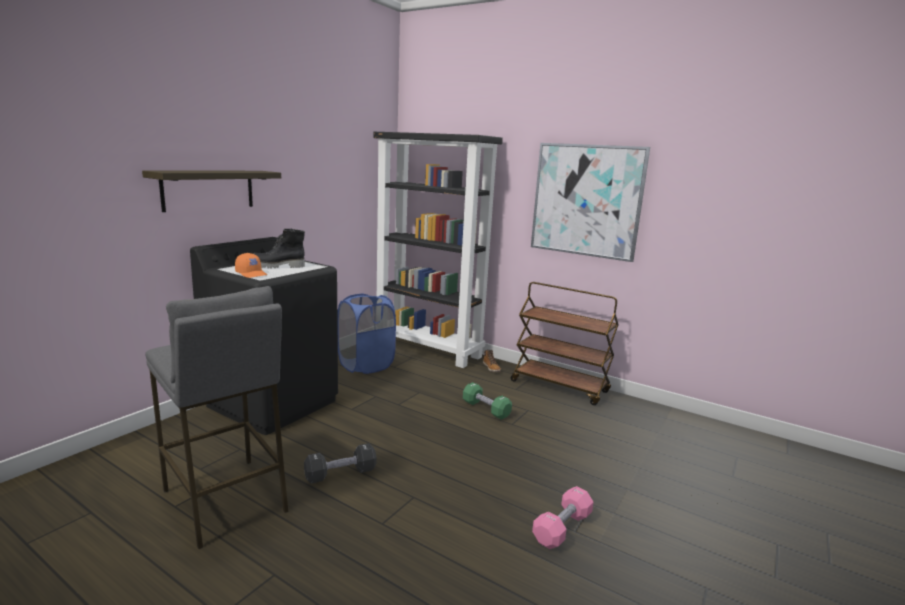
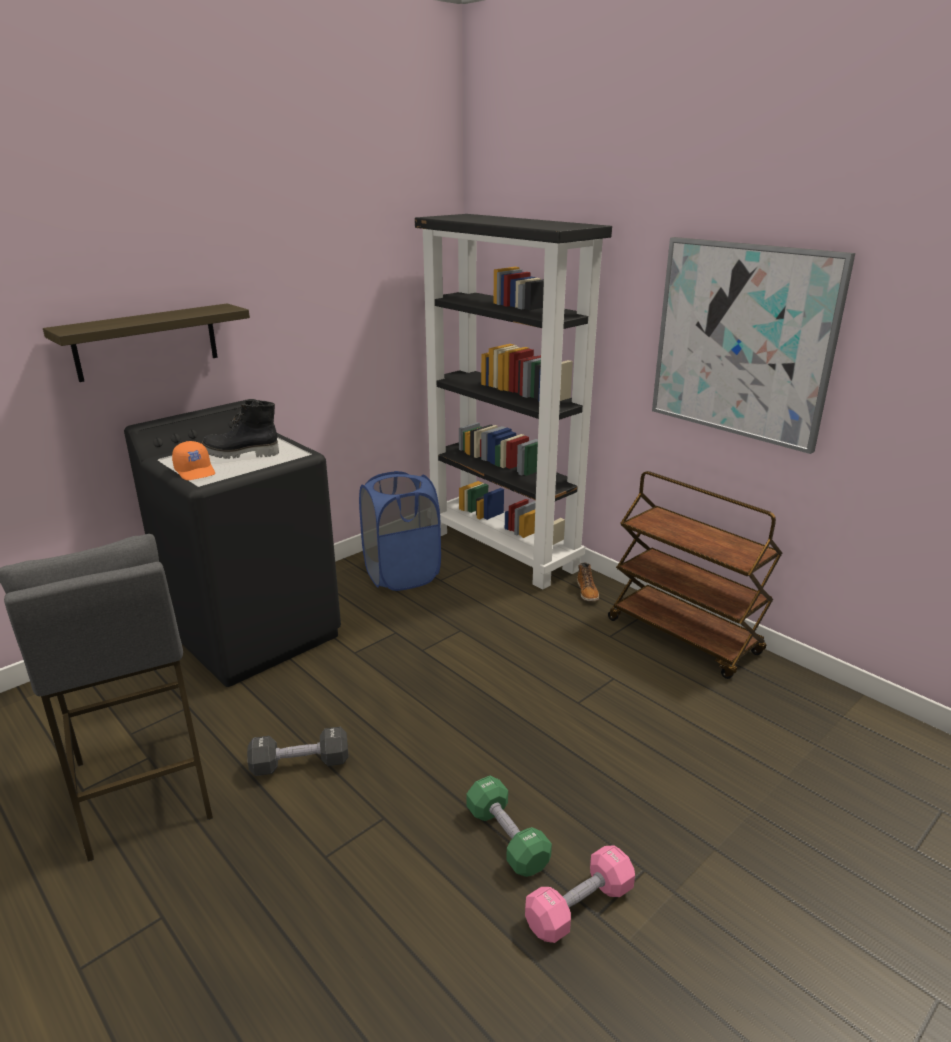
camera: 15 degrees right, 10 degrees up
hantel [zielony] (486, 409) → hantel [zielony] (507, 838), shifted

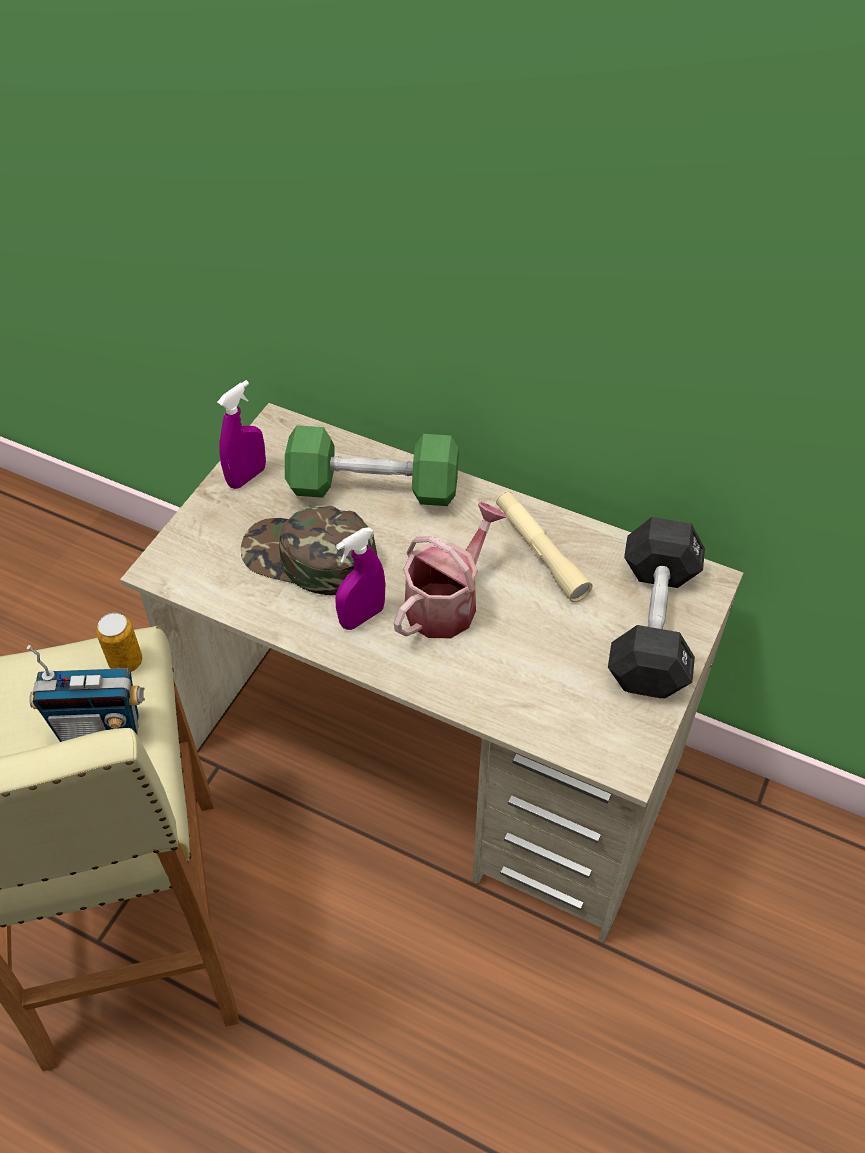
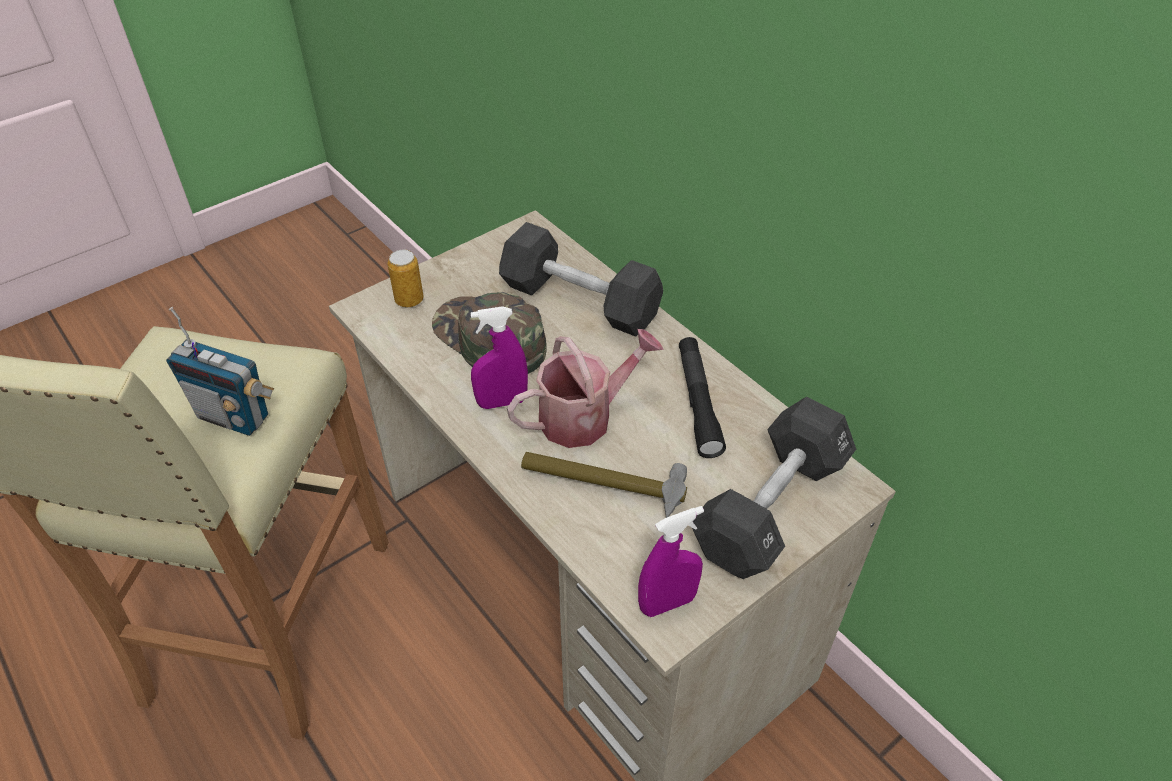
camera: 25 degrees right, 5 degrees down
puszka (126, 662) → puszka (409, 300), shifted
hantel [zielony] (373, 487) → hantel [czarny] (580, 301)
- → młotek (603, 485)
spryskiwacz [fioletowy] (247, 477) → spryskiwacz [fioletowy] (667, 603), shifted
latarka [beżowy] (540, 552) → latarka [czarny] (698, 403)

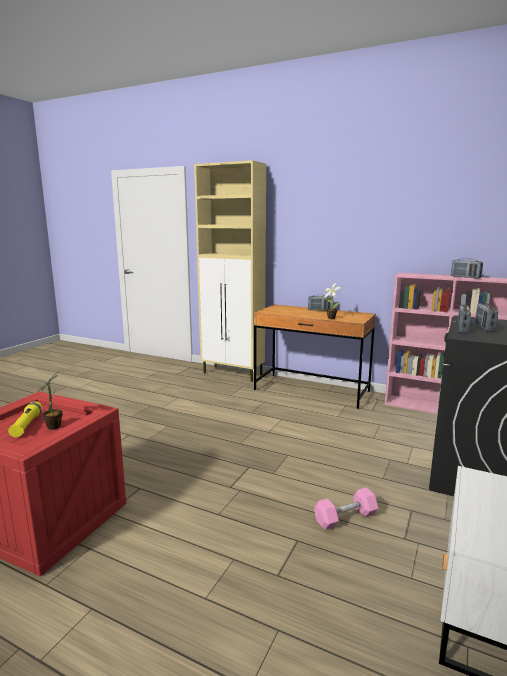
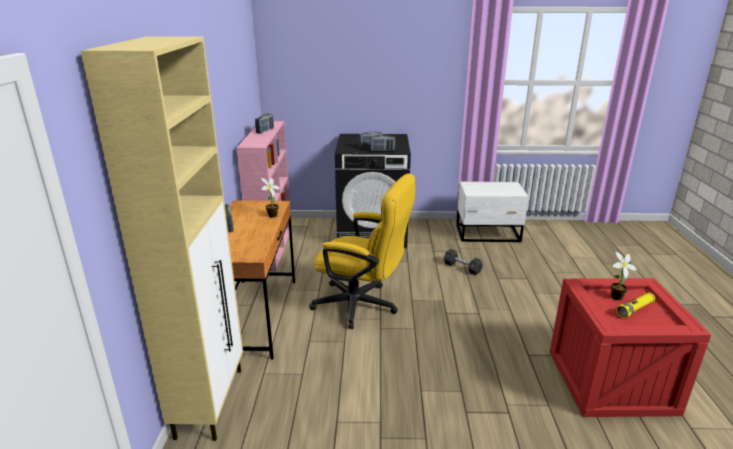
camera: 115 degrees left, 10 degrees up
- → krzesło biurowe [żółty] (362, 306)
hantel [różowy] (345, 518) → hantel [czarny] (462, 268)

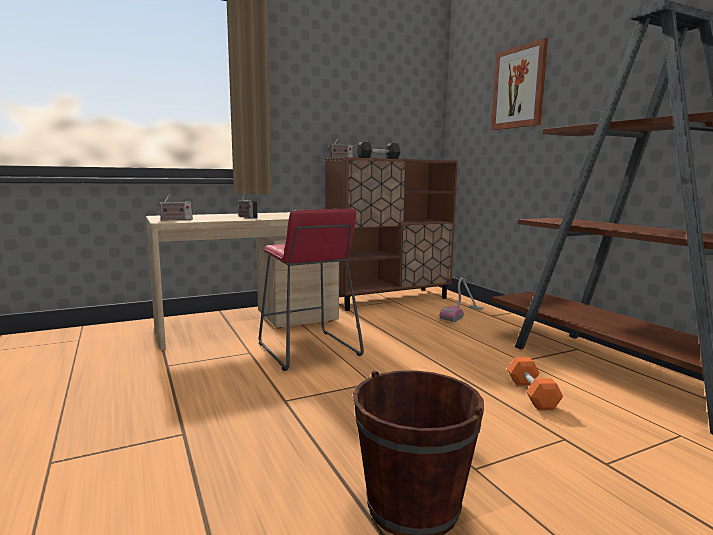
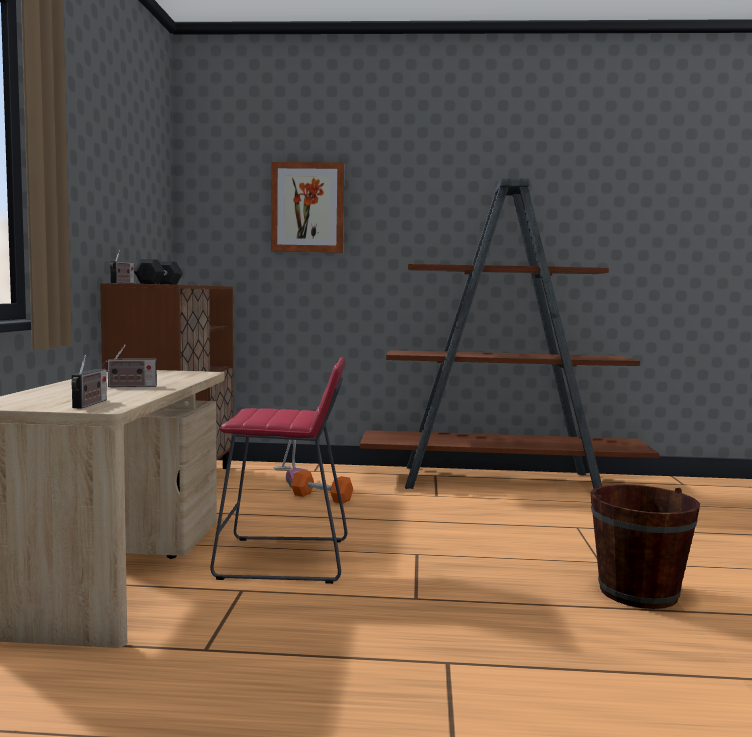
camera: 60 degrees left, 5 degrees down
hantel [pomarańczowy] (532, 394) → hantel [pomarańczowy] (321, 497), shifted

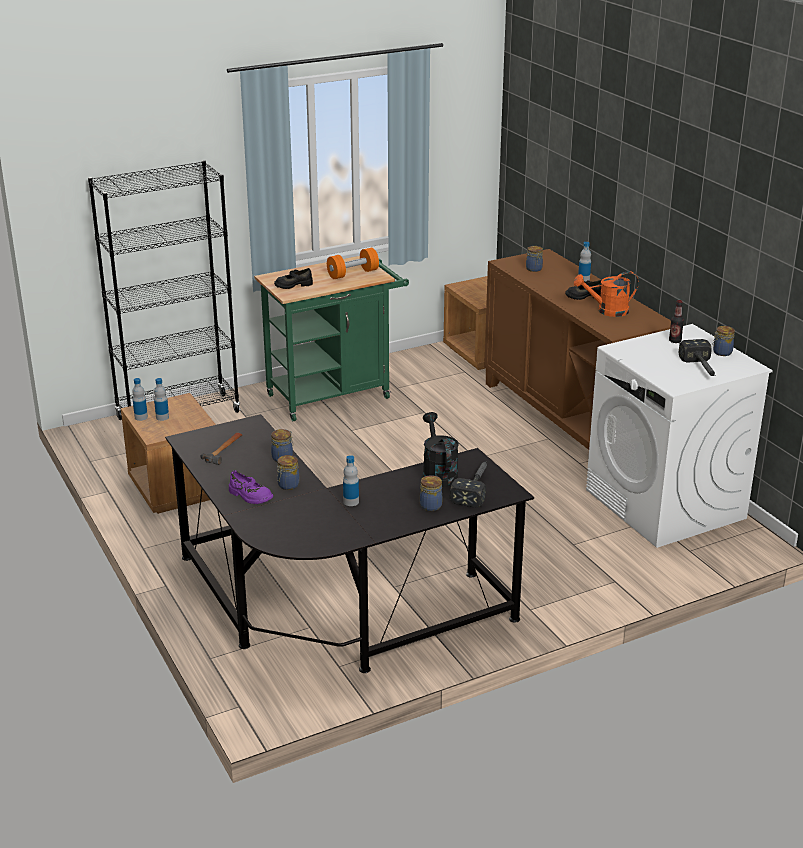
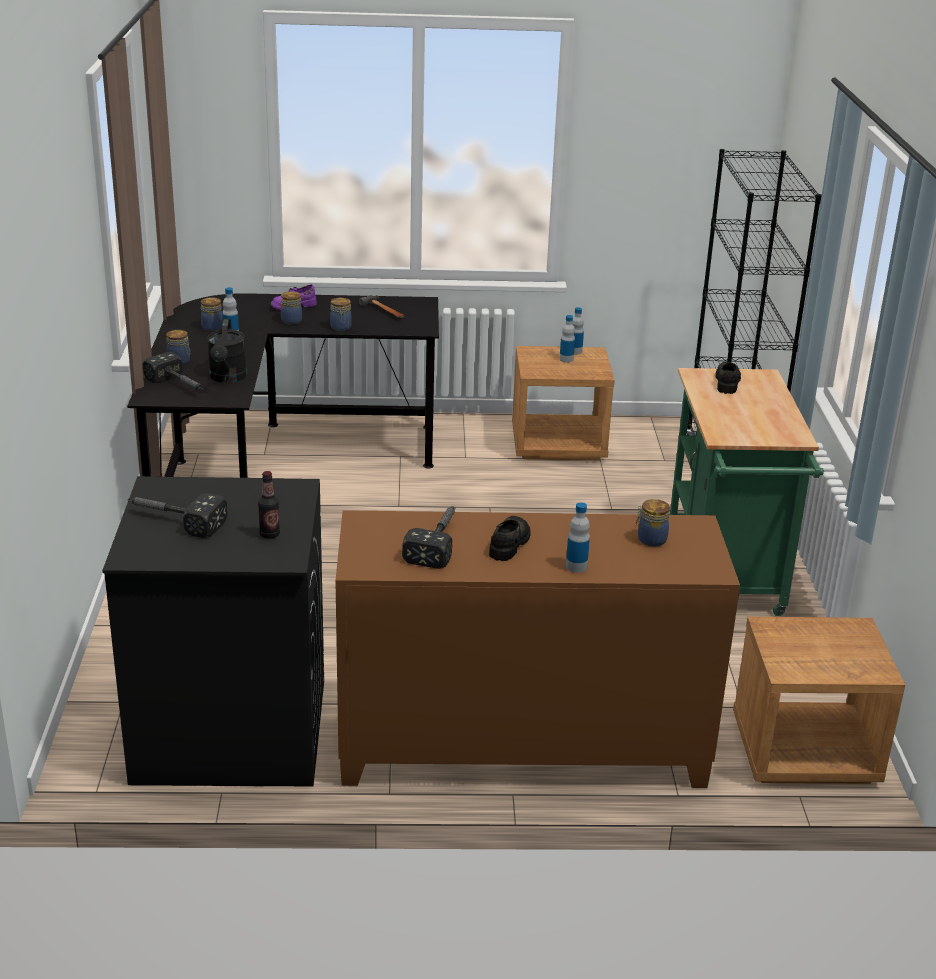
camera: 115 degrees right, 0 degrees up
pralka [biały] (665, 504) → pralka [czarny] (229, 730)
słoik (721, 352) → słoik (212, 327), shifted
konewka [czarny] (438, 473) → konewka [czarny] (227, 378), 75 degrees clockwise
konewka [pomarańczowy] (607, 311) → młotek (438, 541)
hantel [pomarańczowy] (353, 274) → -

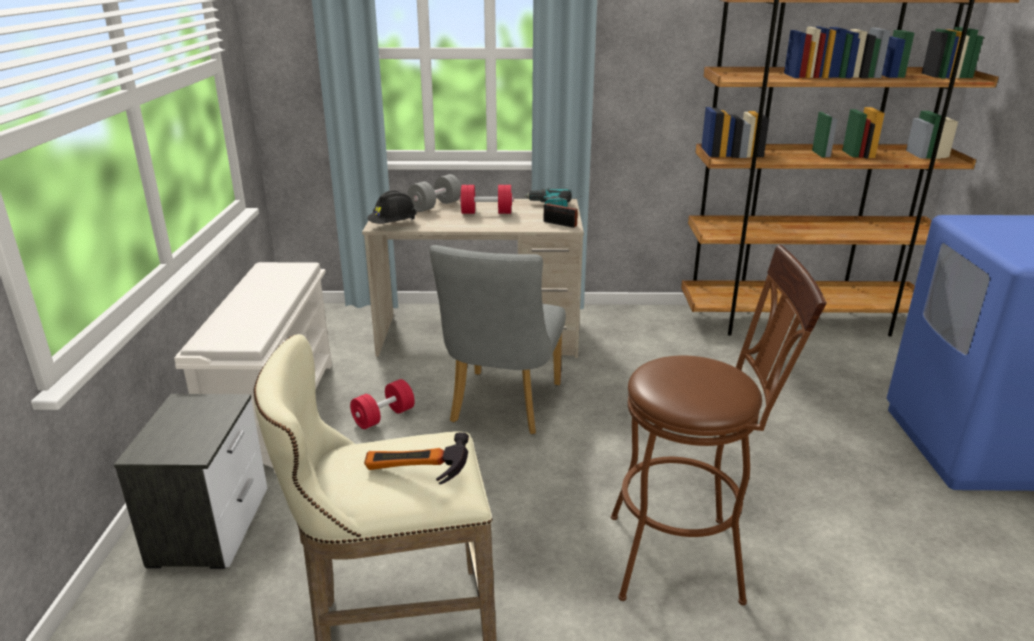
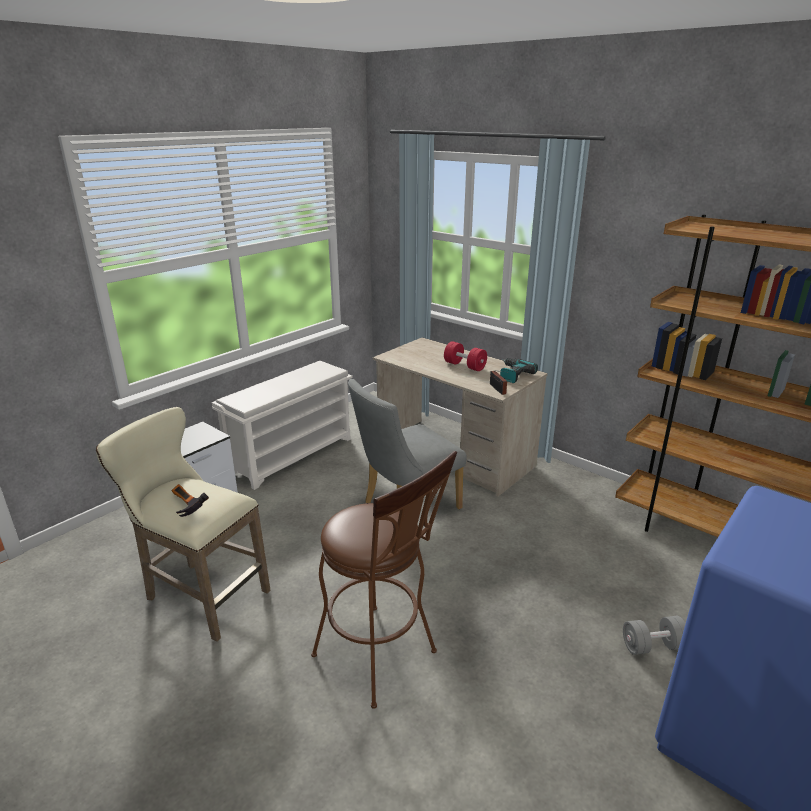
camera: 40 degrees right, 0 degrees up
hantel [szary] (435, 206) → hantel [szary] (652, 646), shifted
hantel [czerwony] (384, 417) → -
kask [czarny] (393, 225) → -

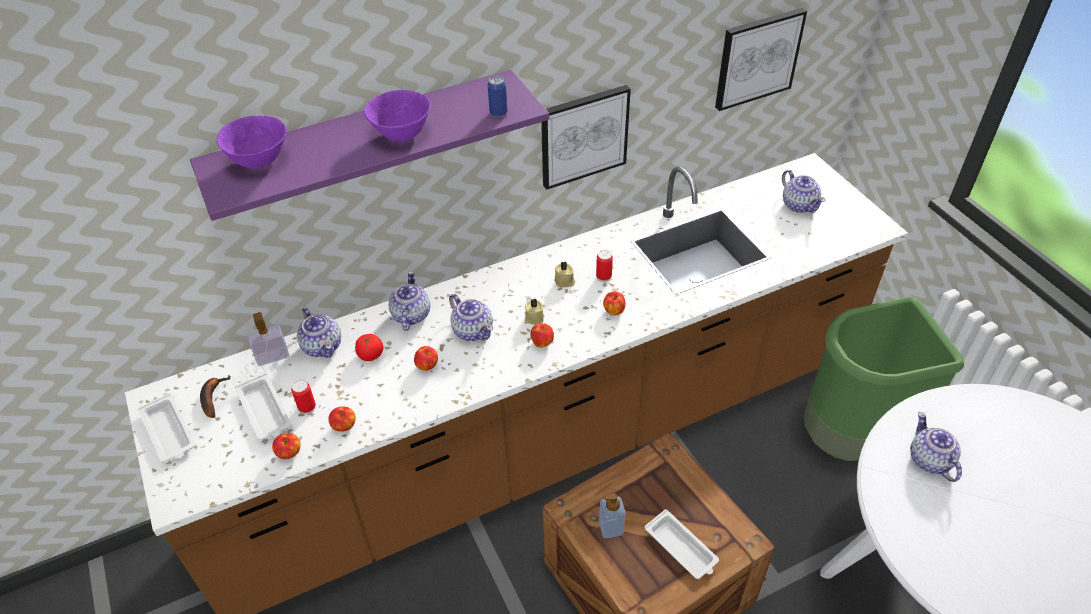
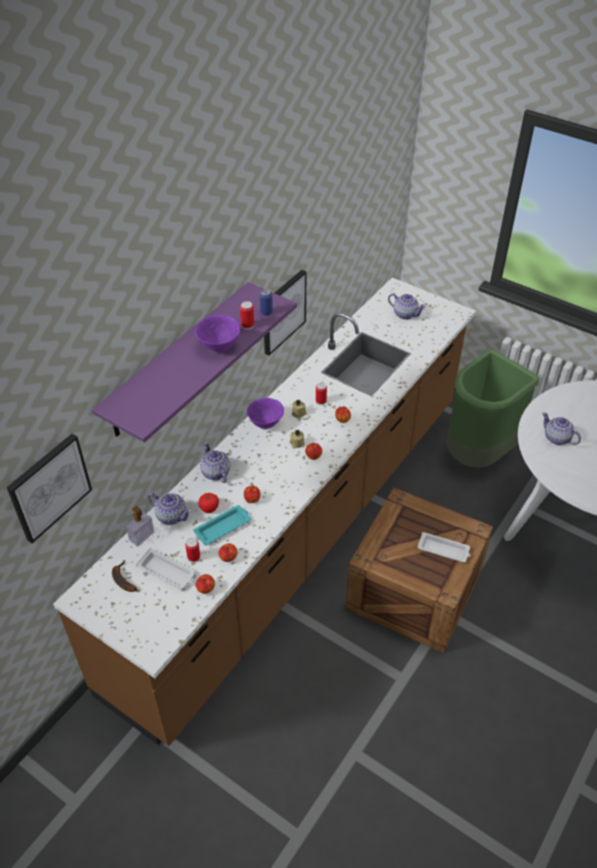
camera: 30 degrees left, 0 degrees up
obraz (757, 58) → obraz (49, 487), shifted
- → taca [turkusowy] (223, 527)
- → puszka (247, 325)
miska [fioletowy] (260, 162) → miska [fioletowy] (266, 423), shifted
taca [biały] (169, 432) → -
imbryk (473, 330) → -
dozownik mydła (611, 528) → -

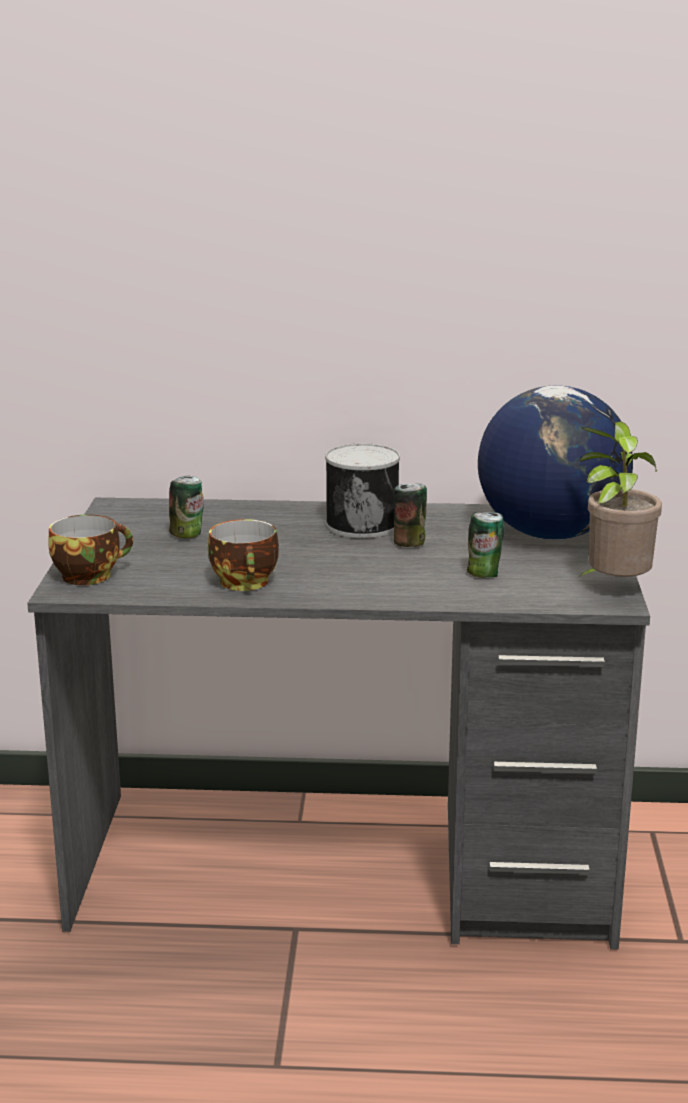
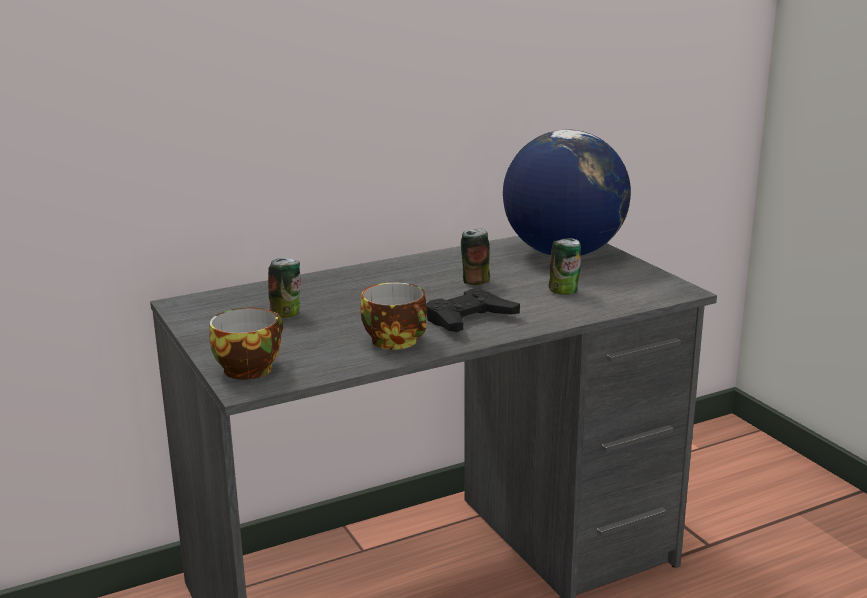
camera: 30 degrees left, 0 degrees up
- → pad do gier [czarny] (469, 319)
puszka (362, 524) → -
roślina doniczkowa (613, 588) → -

